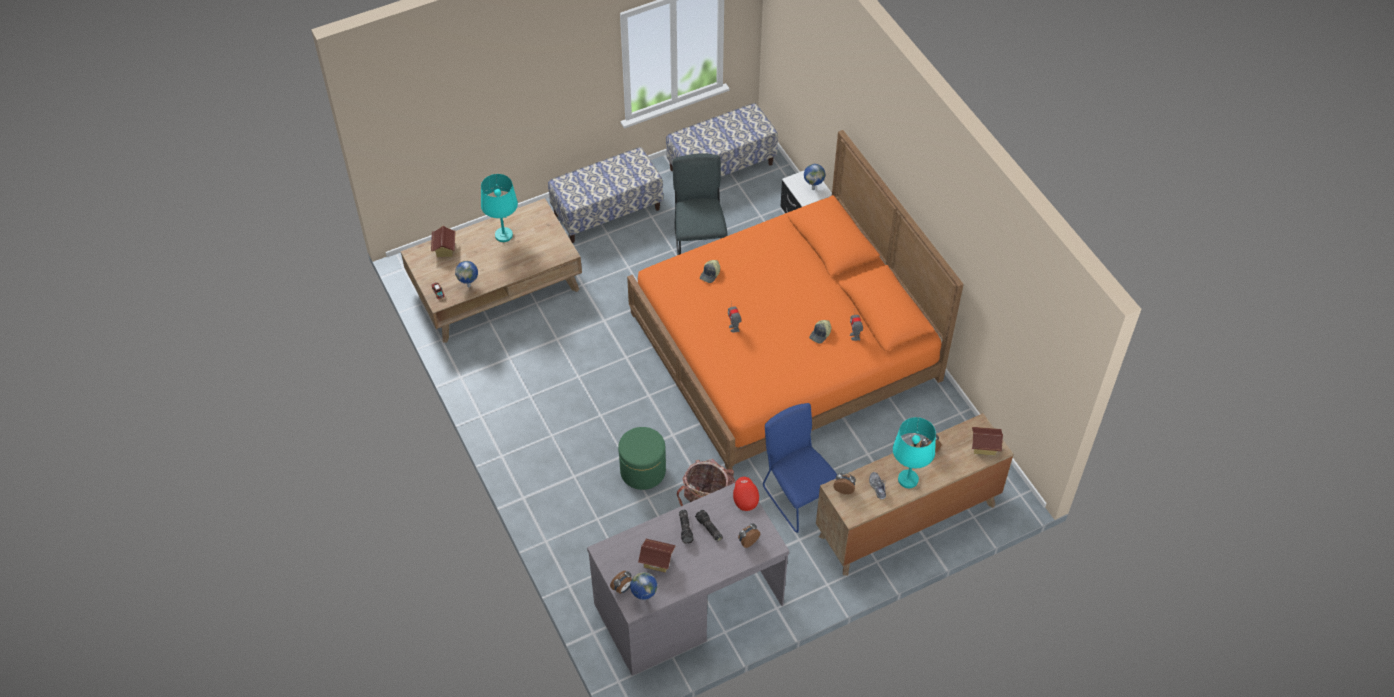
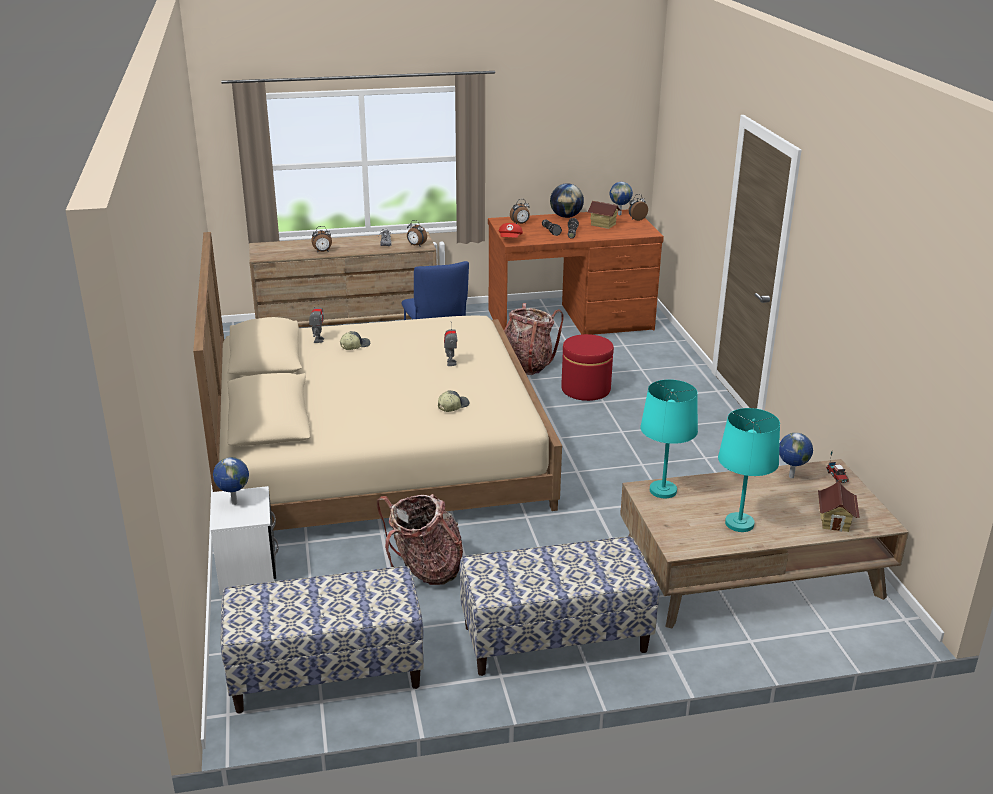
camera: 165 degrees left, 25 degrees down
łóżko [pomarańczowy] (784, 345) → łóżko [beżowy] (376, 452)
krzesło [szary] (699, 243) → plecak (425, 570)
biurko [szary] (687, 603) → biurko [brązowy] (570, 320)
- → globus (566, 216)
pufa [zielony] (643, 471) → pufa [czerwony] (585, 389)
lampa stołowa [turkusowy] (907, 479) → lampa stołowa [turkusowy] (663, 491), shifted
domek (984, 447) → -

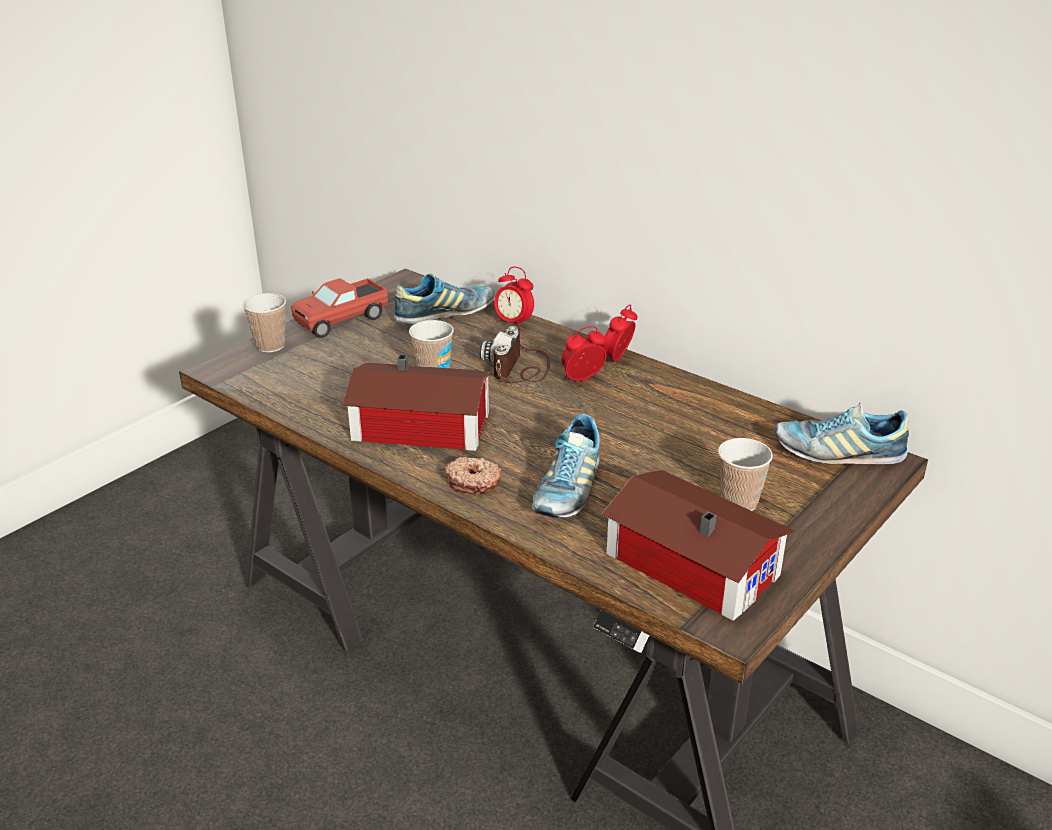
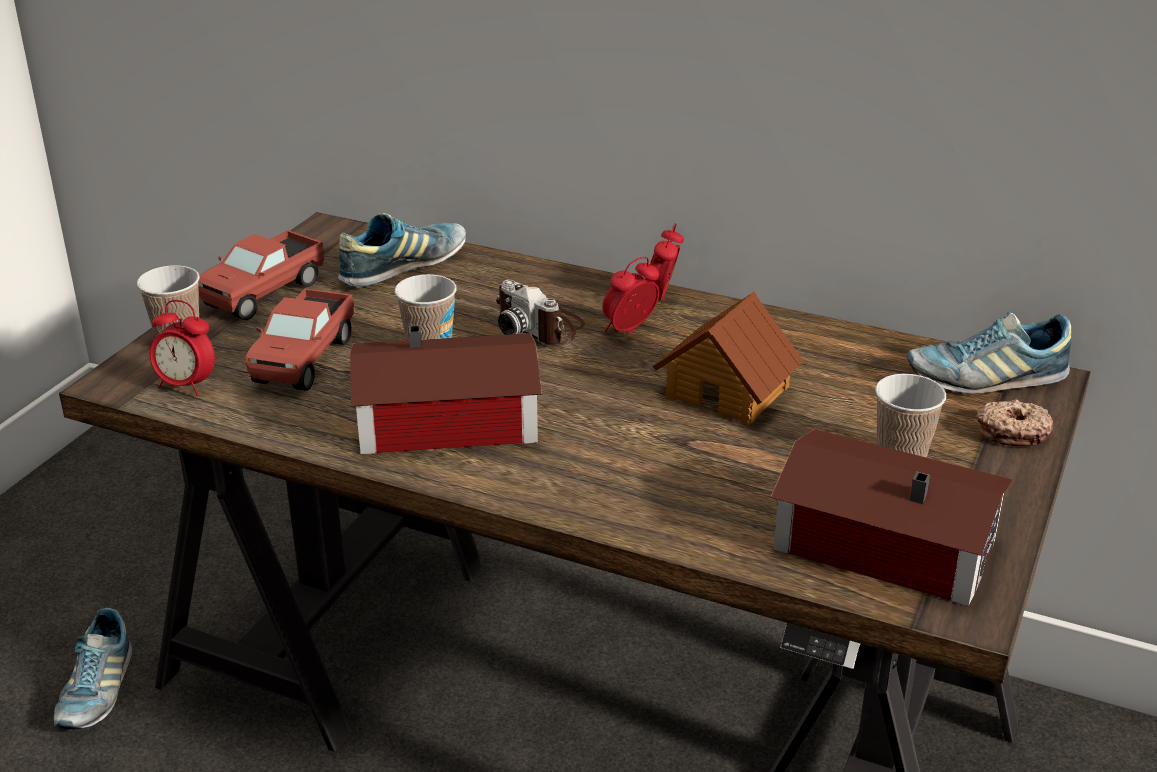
camera: 15 degrees left, 0 degrees up
but (567, 490) → but (97, 691), shifted
budzik (513, 323) → budzik (186, 385), shifted
- → ciężarówka zabawkowa (305, 360)
aparat fotograficzny (519, 368) → aparat fotograficzny (540, 326), 45 degrees counterclockwise
- → domek (728, 390)
donut (473, 482) → donut (1012, 431), shifted

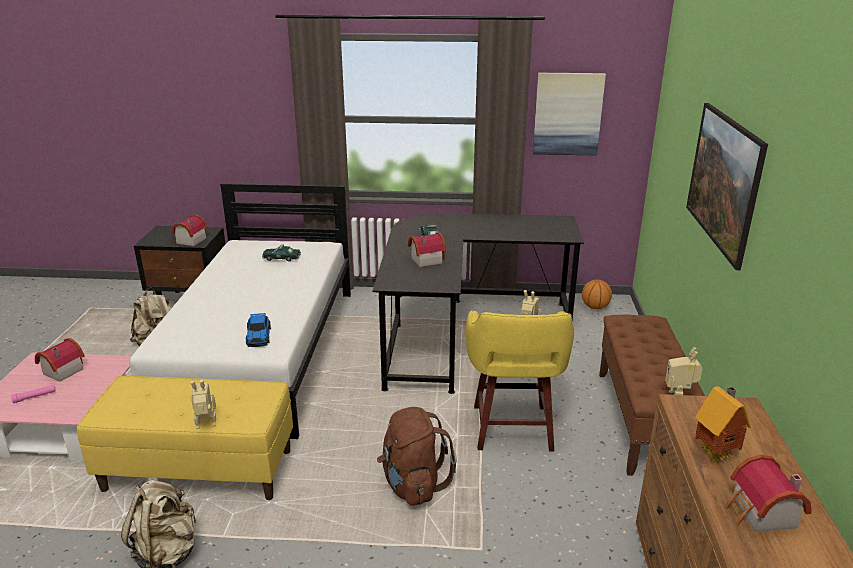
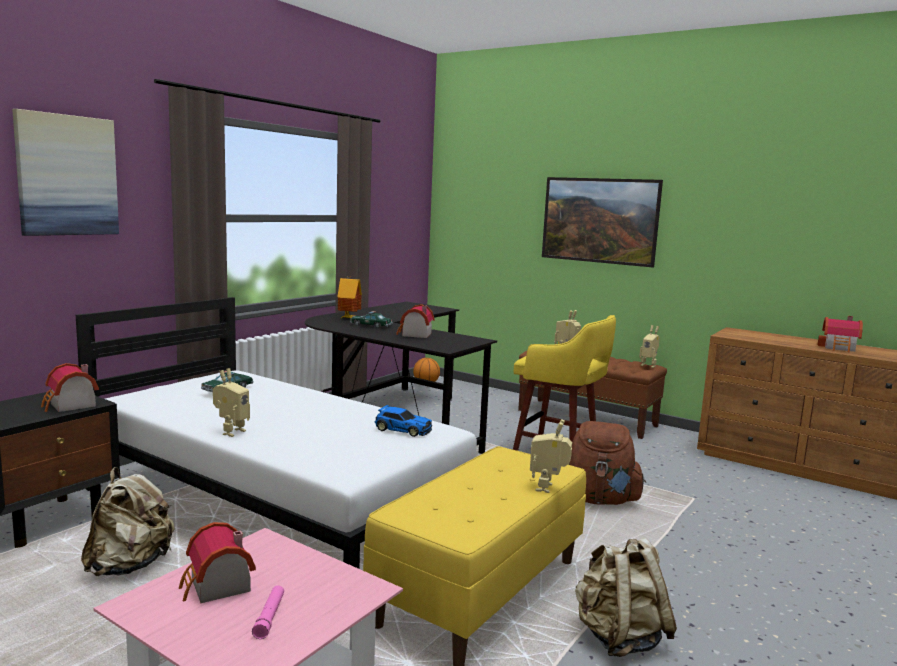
camera: 60 degrees left, 15 degrees down
obraz (567, 114) → obraz (67, 175), shifted
- → robot zabawkowy (231, 432)
domek (716, 454) → domek (349, 318), shifted

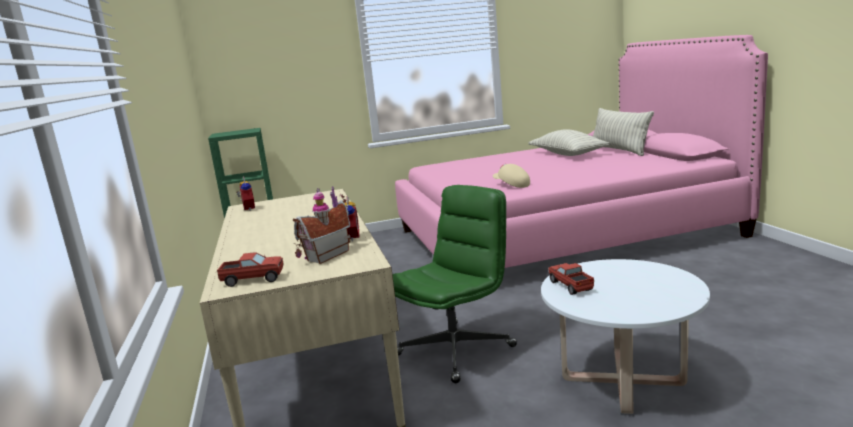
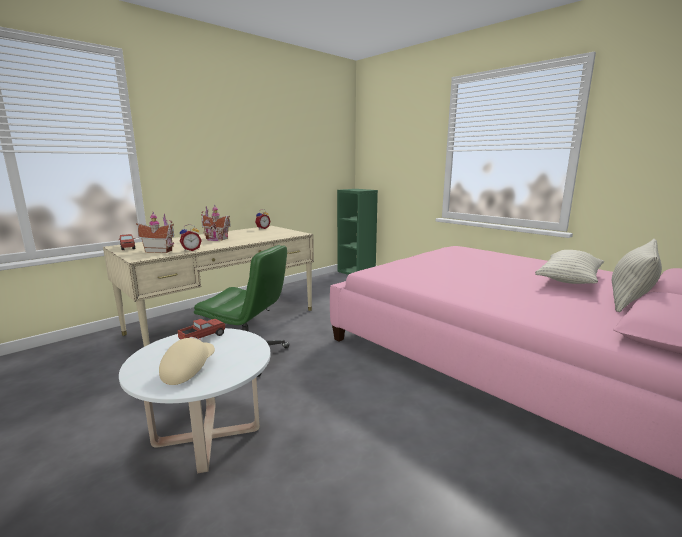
camera: 60 degrees right, 0 degrees up
czapka z daszkiem [beżowy] (511, 185) → czapka z daszkiem [beżowy] (188, 370), shifted
- → domek (216, 239)

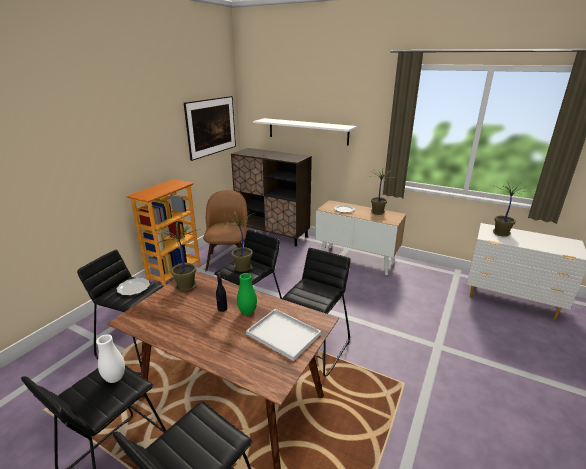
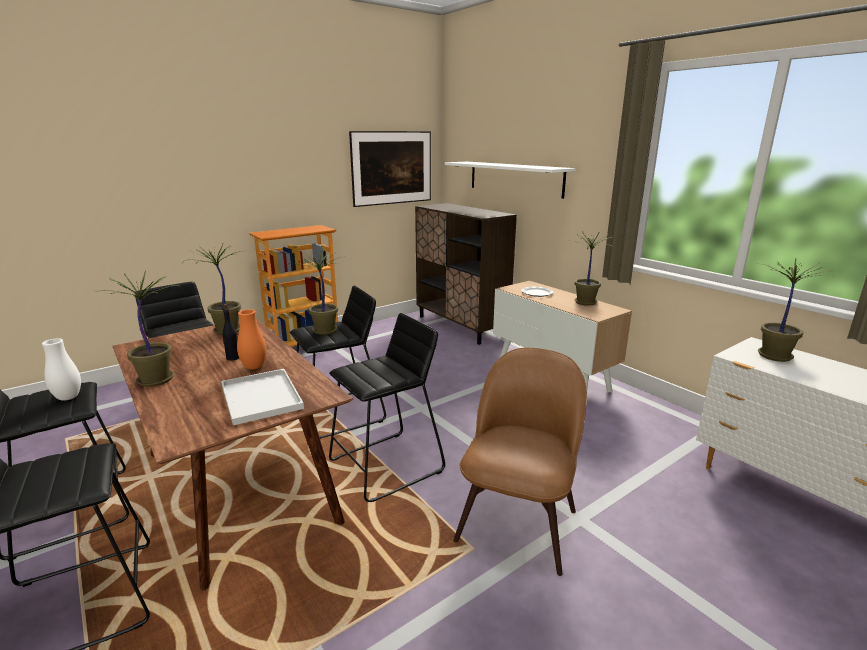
camera: 25 degrees right, 5 degrees down
- → roślina doniczkowa (157, 379)
wazon [zielony] (247, 312) → wazon [pomarańczowy] (254, 367)
krzesło [brązowy] (229, 260) → krzesło [brązowy] (518, 522), shifted
talerz (133, 288) → -

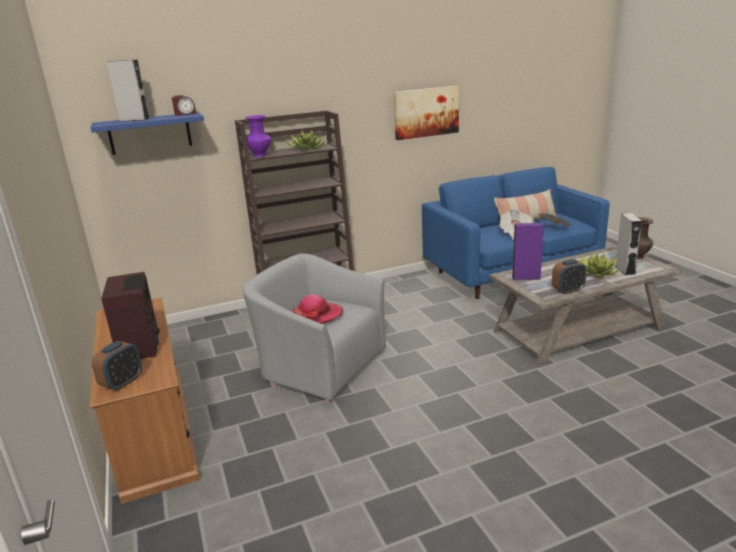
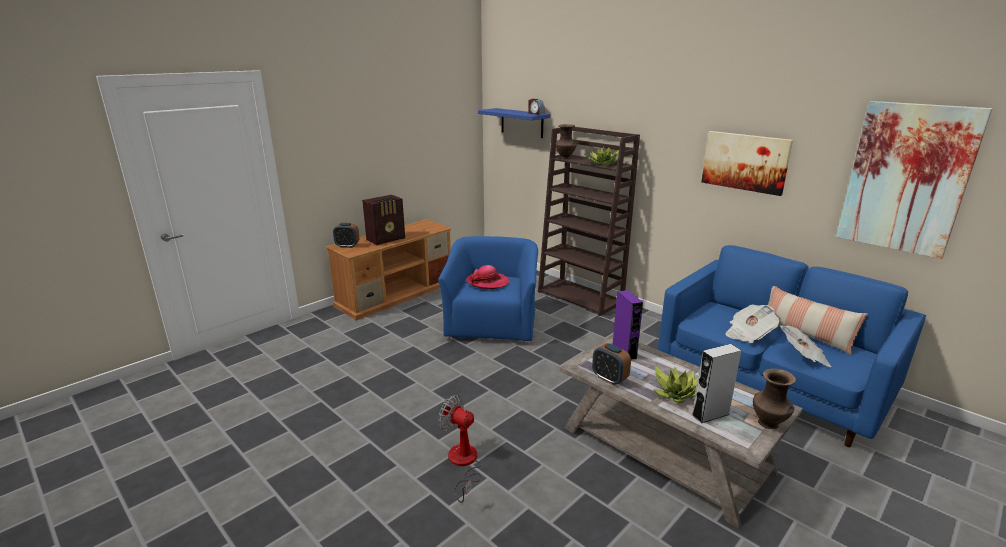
camera: 65 degrees right, 0 degrees up
fotel [szary] (321, 366) → fotel [niebieski] (492, 324)
- → wentylator (463, 464)
wazon [fioletowy] (260, 156) → wazon [brązowy] (565, 158)
- → obraz (906, 179)
głośnik [szary] (134, 120) → -

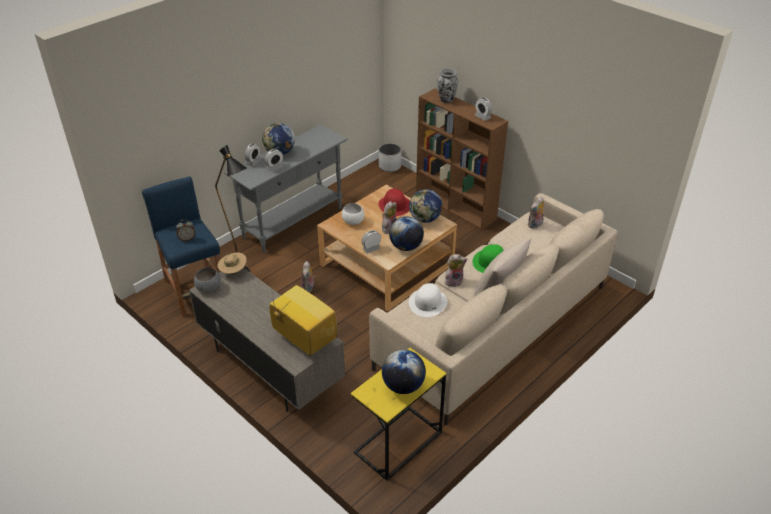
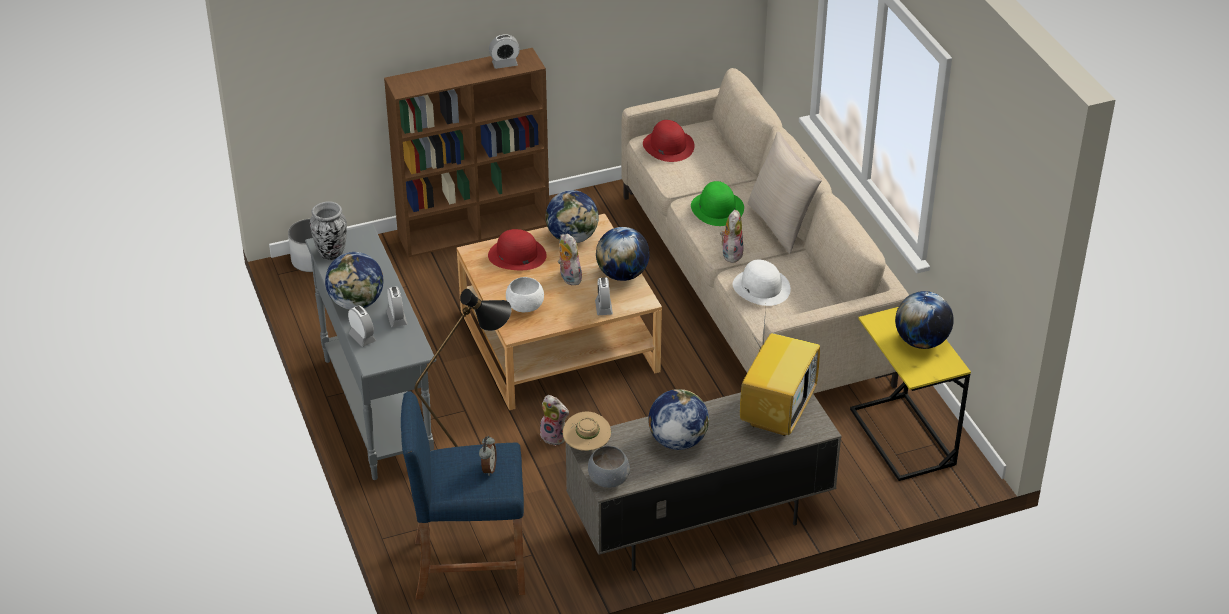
camera: 65 degrees left, 0 degrees up
wazon (446, 100) → wazon (331, 254), shifted
pluszak (535, 225) → kapelusz [czerwony] (668, 146)
- → globus (677, 441)
telewizor (303, 339) → telewizor (777, 411), 135 degrees clockwise

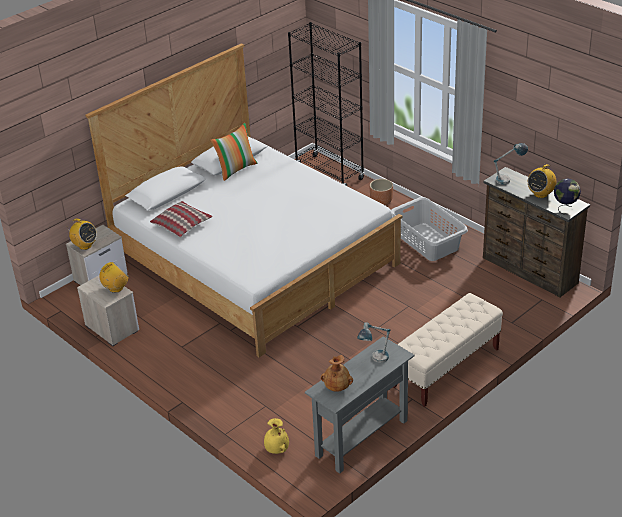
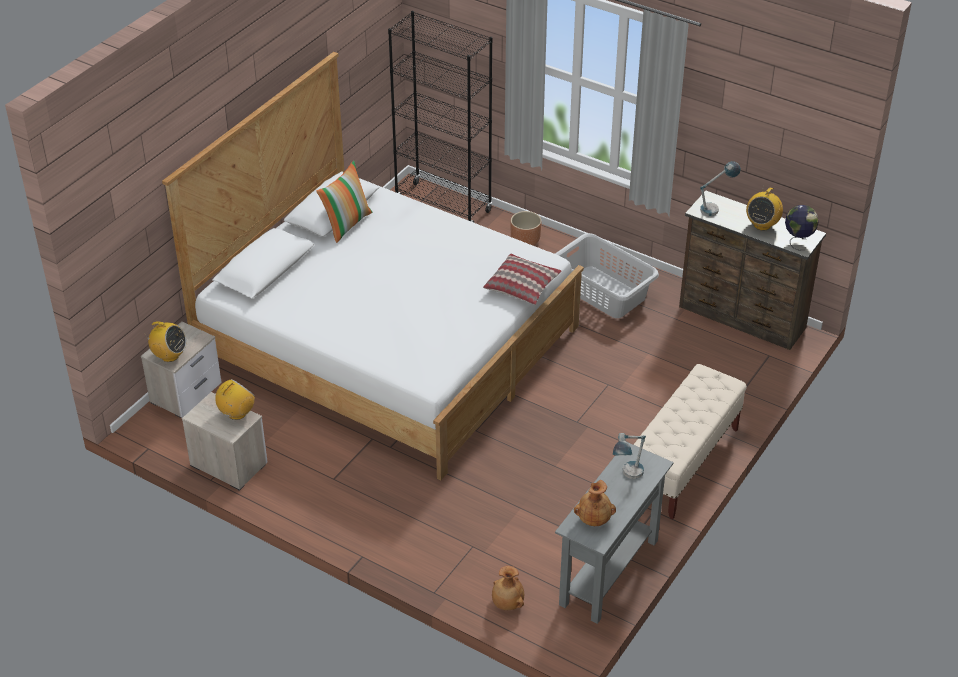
camera: 15 degrees left, 5 degrees up
poduszka (182, 225) → poduszka (522, 286), shifted
wazon [żółty] (276, 449) → wazon [brązowy] (507, 603)

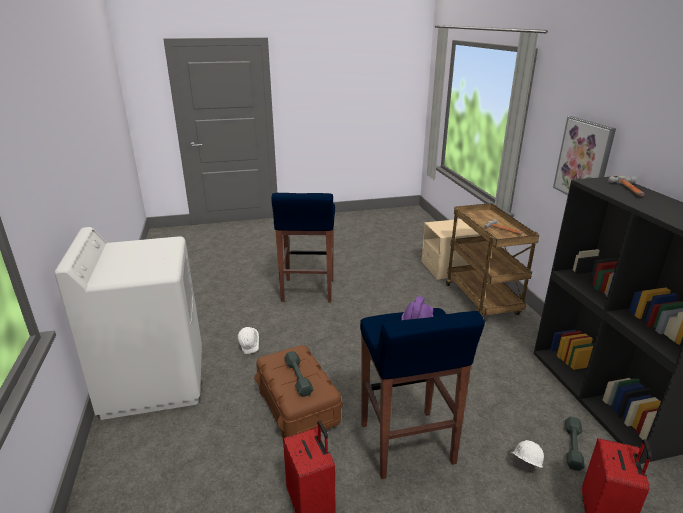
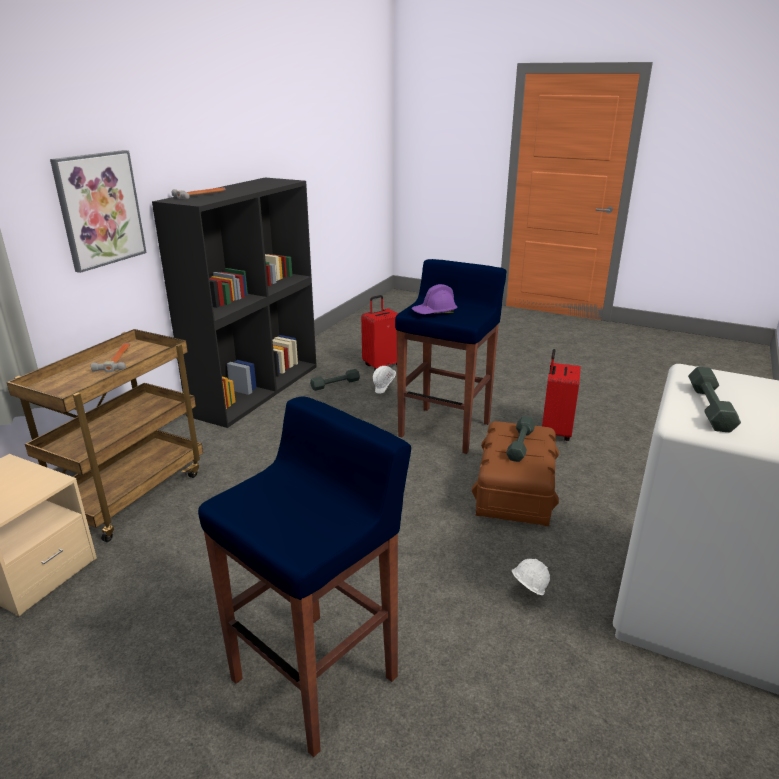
camera: 140 degrees left, 0 degrees up
- → hantel [szary] (709, 407)

